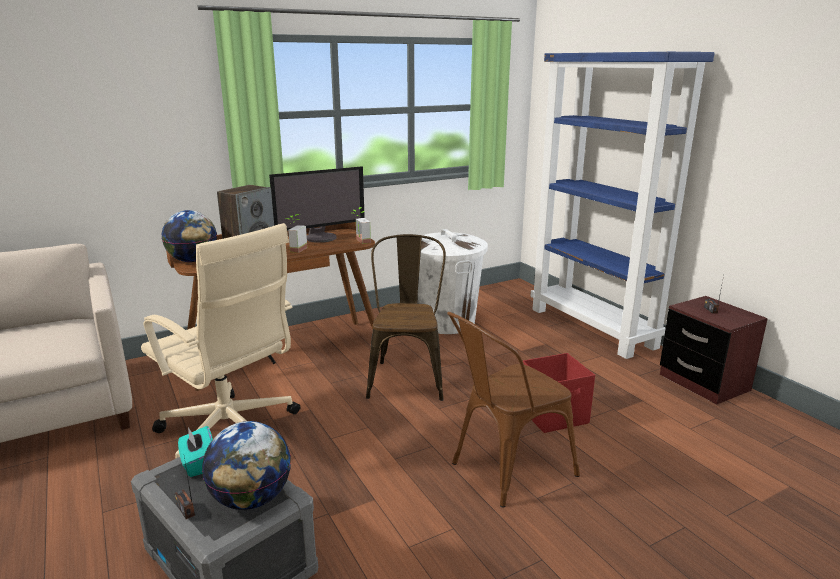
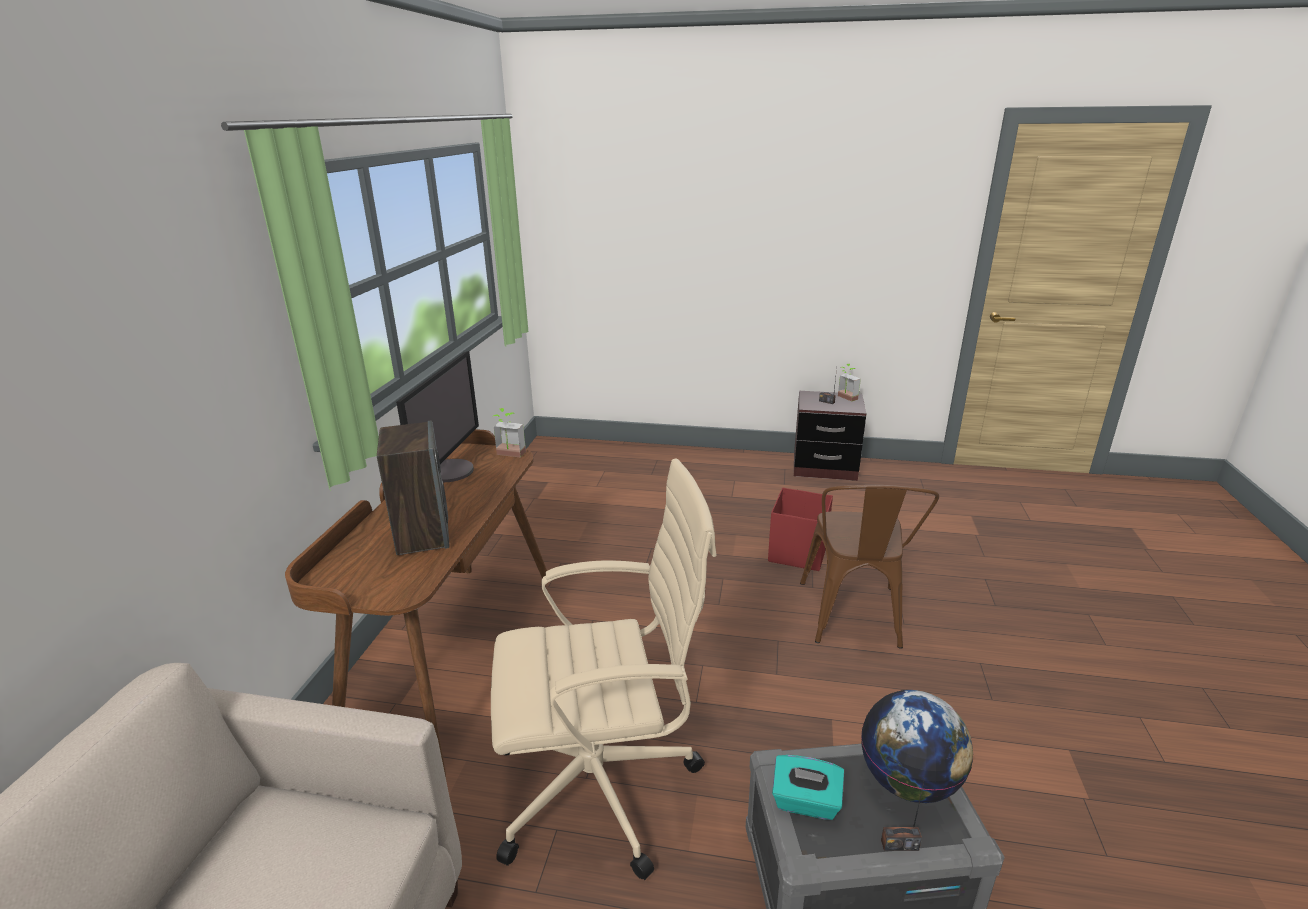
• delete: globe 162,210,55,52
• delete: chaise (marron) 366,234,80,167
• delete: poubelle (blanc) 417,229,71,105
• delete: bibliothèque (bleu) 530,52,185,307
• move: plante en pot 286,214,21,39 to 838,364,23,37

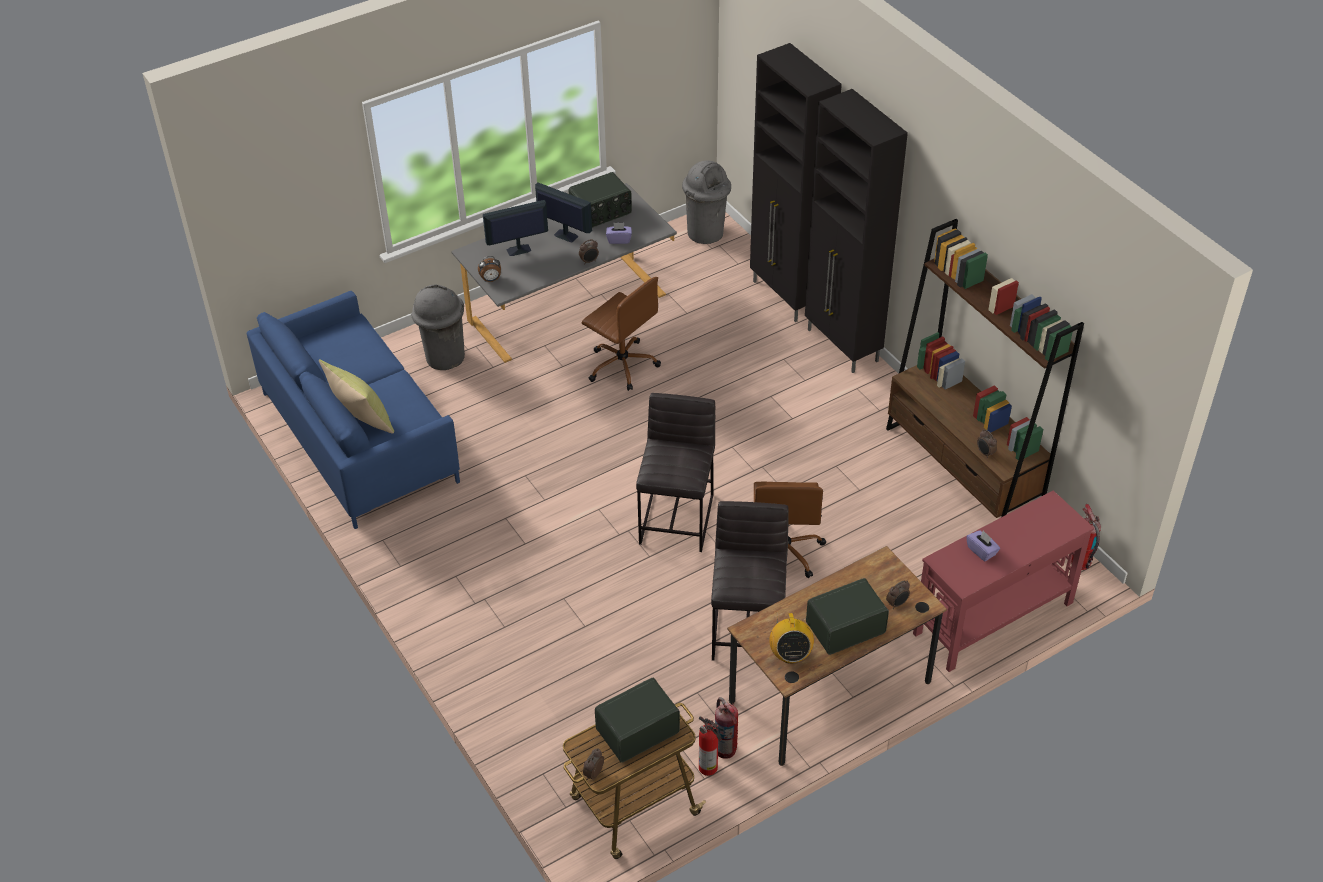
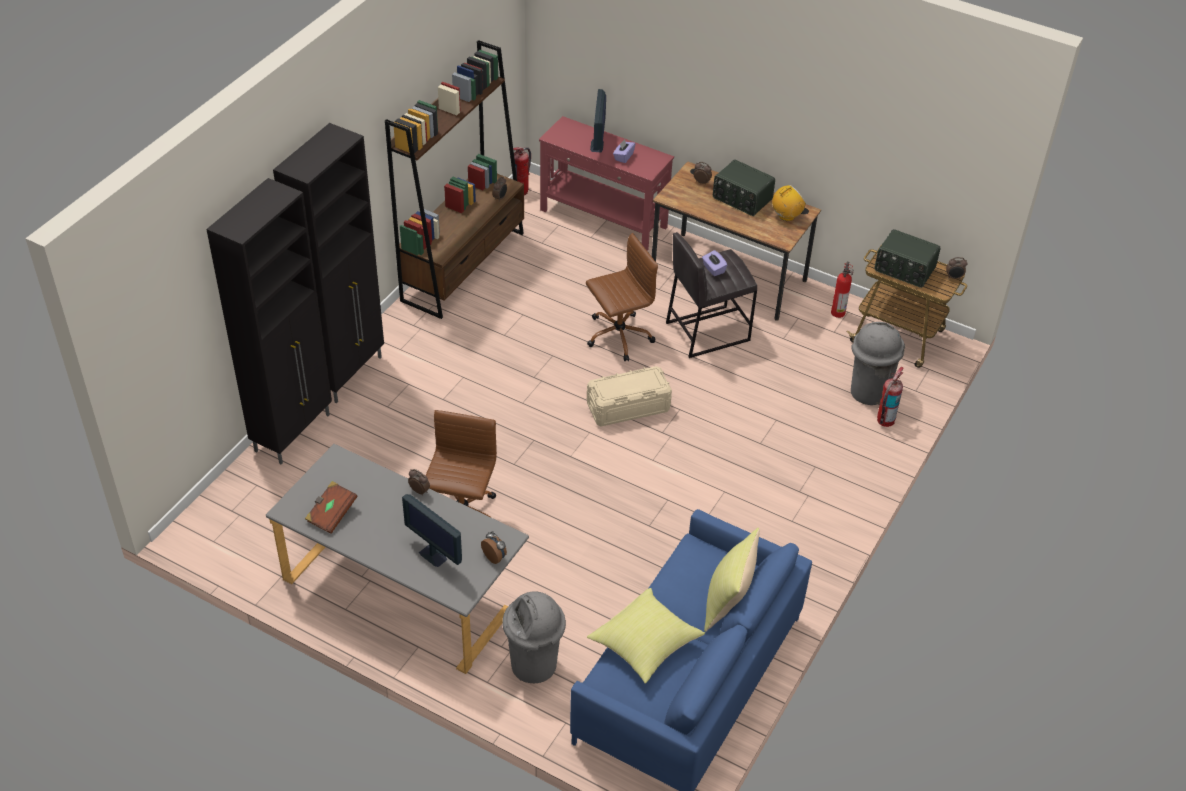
• insert: coussin (jaune) 587,588,118,96
• move: écran d'ordinateur 535,182,57,60 to 590,89,16,63
• move: boîte à mouchoirs (violet) 606,222,26,22 to 702,250,25,26
• move: poubelle (gris) 682,160,49,84 to 851,322,54,83
• move: extincteur 715,697,23,62 to 877,367,27,60
• replace: radio 568,172,64,56 to livre (marron) 305,481,53,53
• replace: tabouret (gris) 636,393,79,159 to boîte de rangement (beige) 587,366,85,61

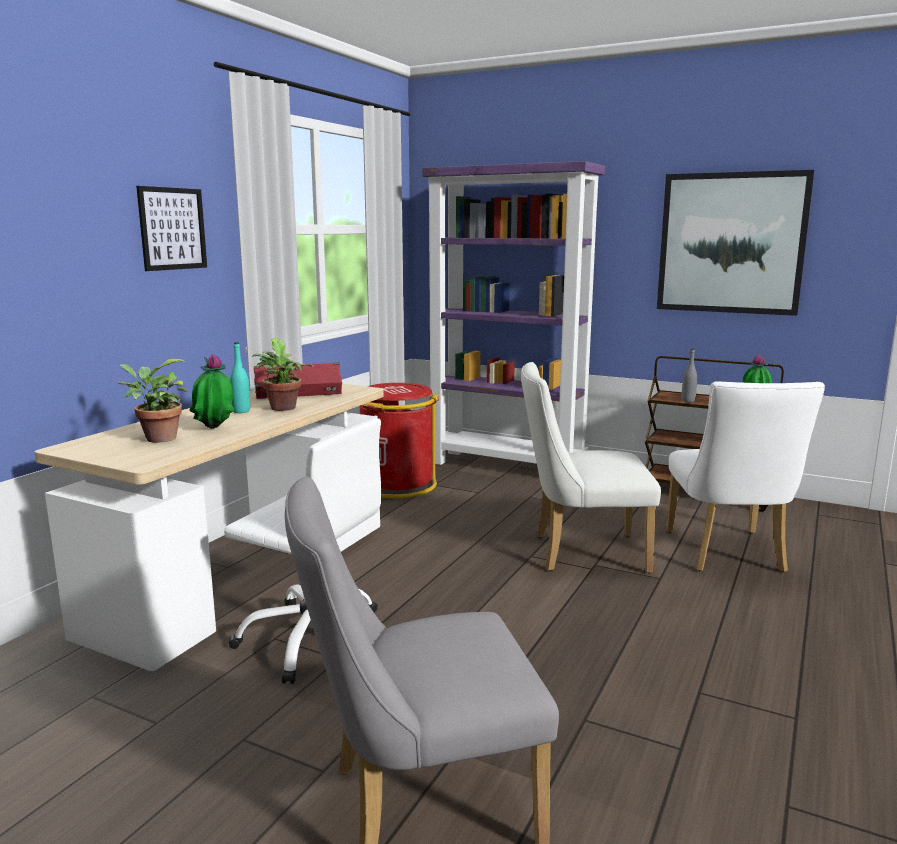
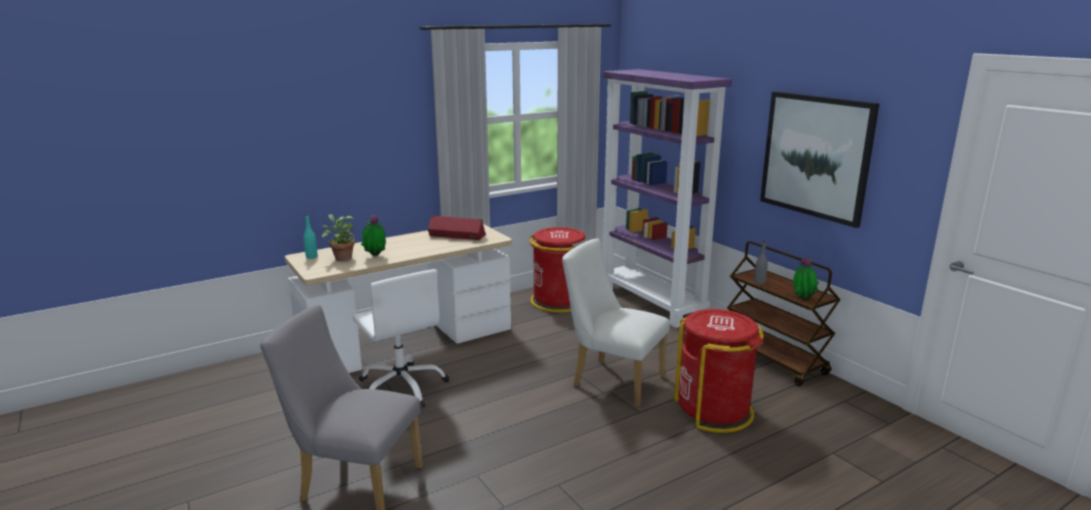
• delete: tableau 136,186,71,85
• delete: plante en pot 252,338,62,73
• move: bouteille (turquoise) 230,342,20,71 to 304,214,13,45
• replace: chaise (blanc) 666,381,159,191 to poubelle (rouge) 674,309,90,124

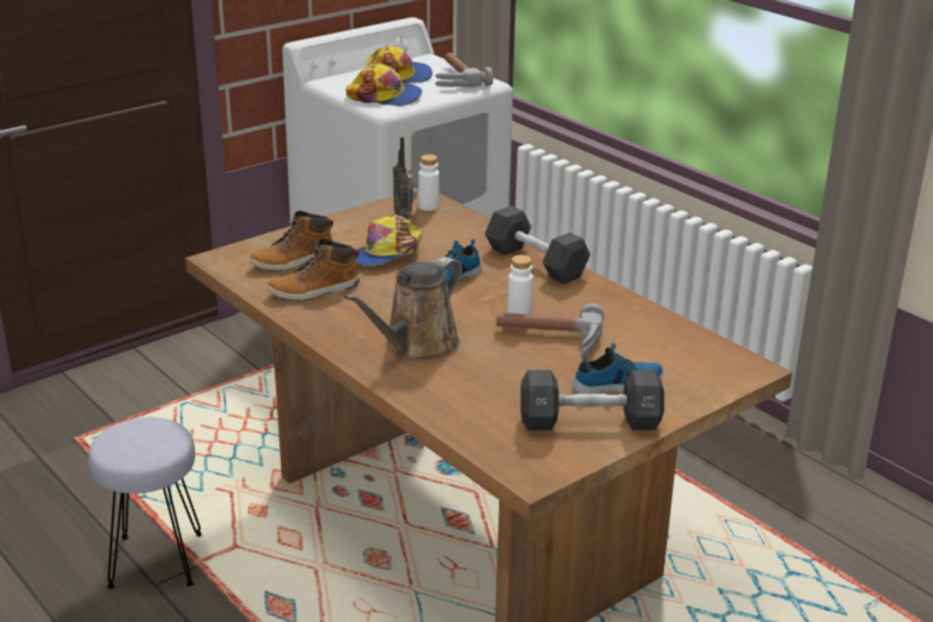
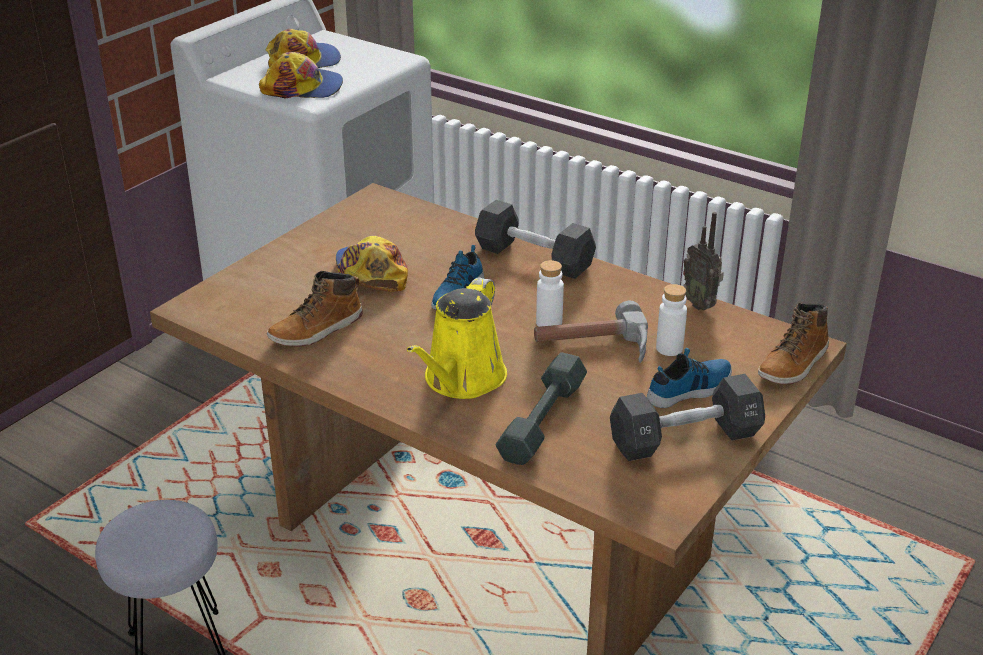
• delete: marteau 435,53,58,34
• insert: haltère (gris) 495,352,92,113
• move: botte 249,210,84,61 to 758,303,71,81
• move: radio 393,137,24,83 to 683,212,41,98
• move: bouteille (blanc) 419,154,20,57 to 656,284,31,72
• recolor: arrosoir (marron) 344,257,118,104 to arrosoir (jaune) 407,277,100,122
• rotate: casquette 355,215,67,51 = 336,236,72,56 135 degrees clockwise

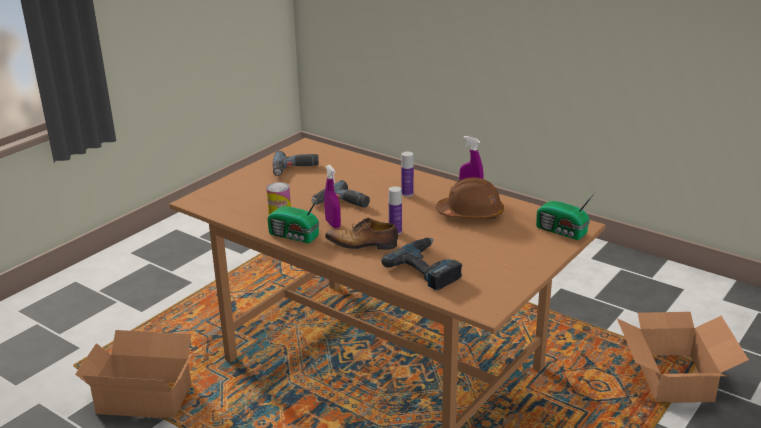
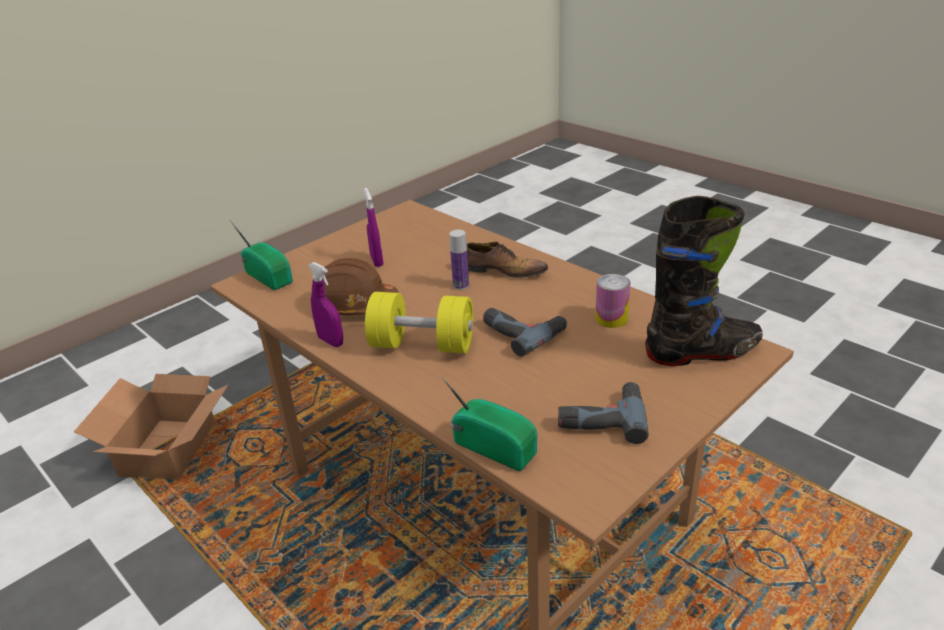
• delete: carton 75,330,121,88
• delete: perceuse 381,238,82,52
• insert: botte (noir) 645,196,118,170
• move: radio 267,193,54,50 to 442,377,95,94
• move: vaporisateur (violet) 324,165,17,63 to 364,188,19,79
• replace: bouteille 401,152,13,45 to haltère (jaune) 365,292,108,62

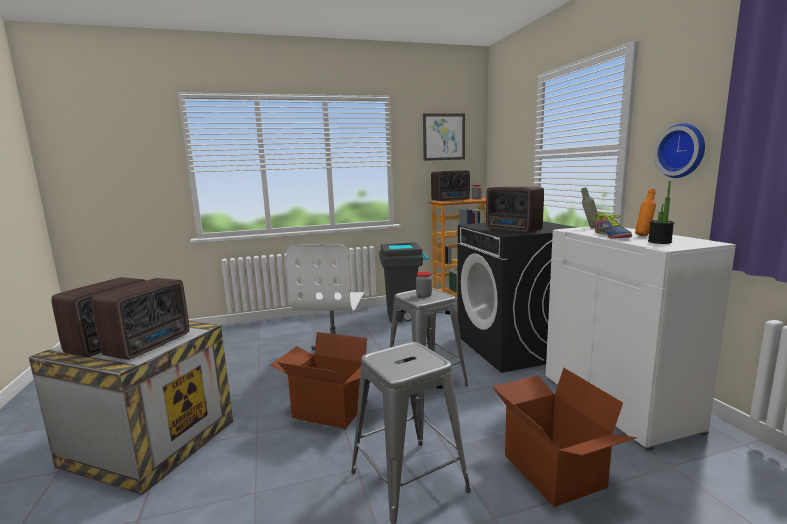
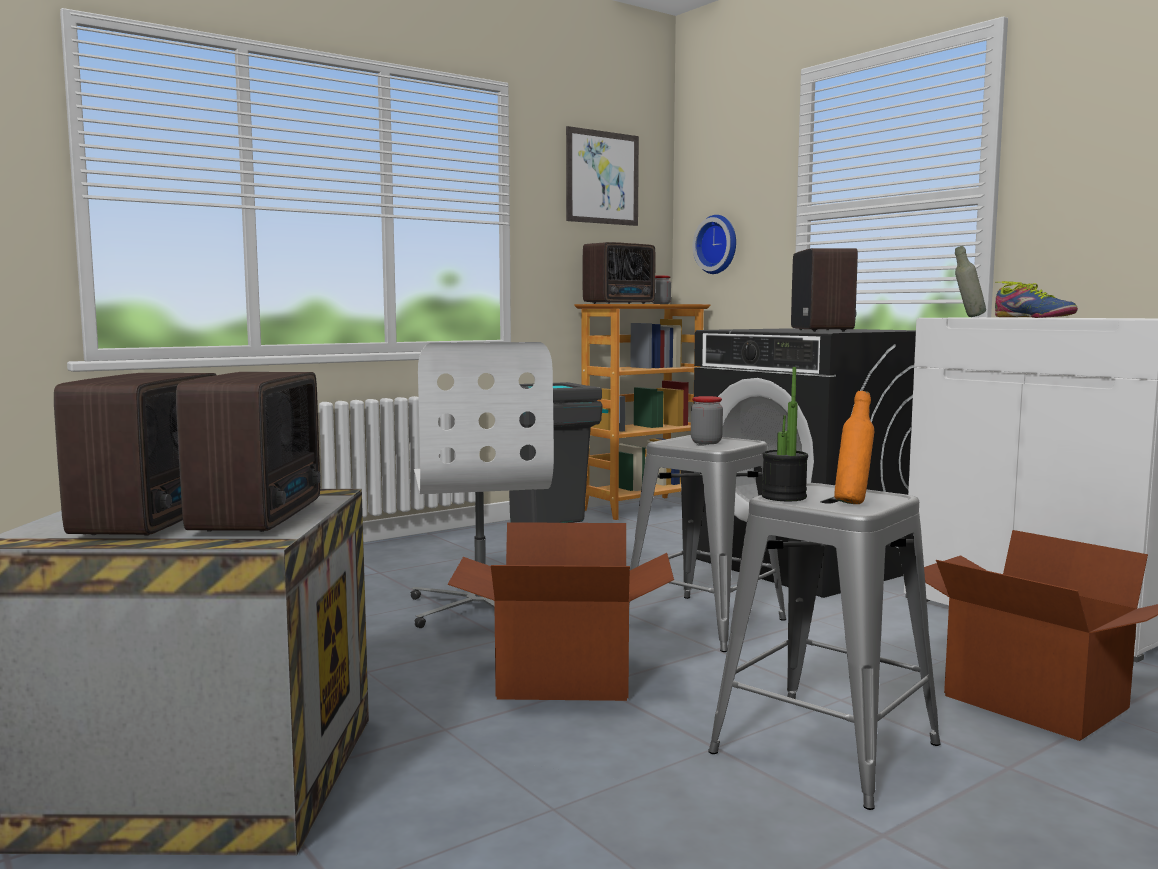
• move: bouteille (orange) 635,189,21,47 to 834,391,40,113
• move: plante en pot 648,181,26,63 to 762,367,46,134
• move: horloge murale 654,123,51,55 to 693,215,43,59
• rotate: radio 486,186,58,47 = 791,248,67,84 120 degrees counterclockwise

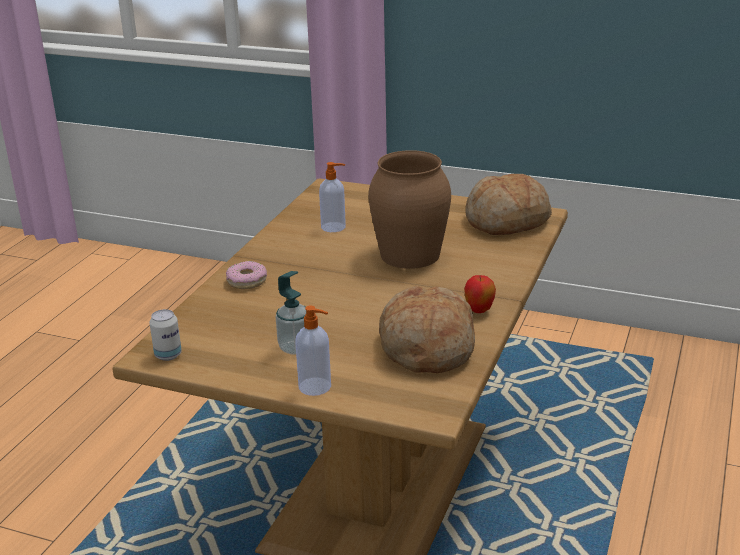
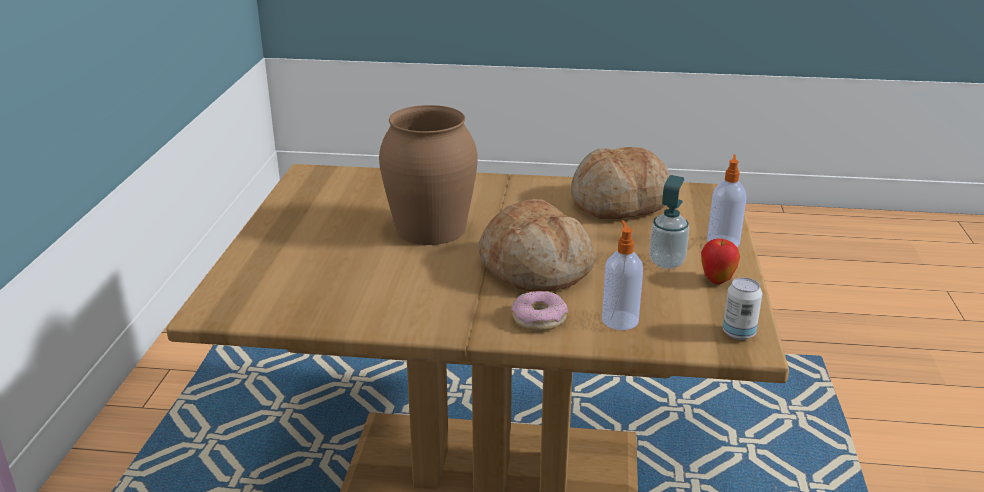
• move: distributeur de savon 319,162,27,70 to 602,220,41,110
• move: pomme 464,275,32,38 to 701,238,39,46
• move: pain 465,174,87,61 to 479,199,116,92

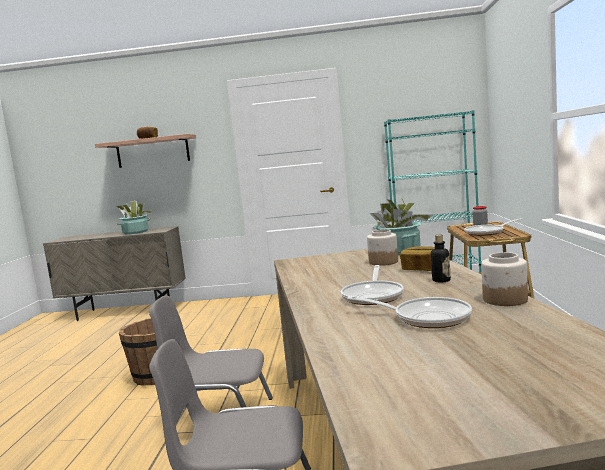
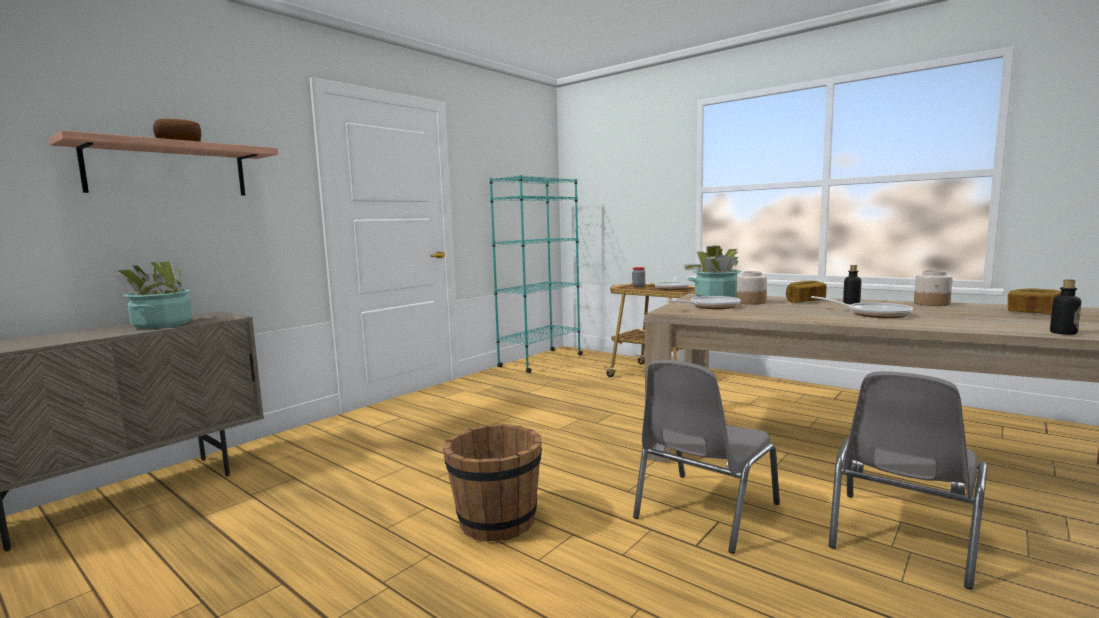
• insert: pain 1008,289,53,25
• insert: bouteille 1050,279,31,56
• move: poêle 347,296,125,32 to 666,296,74,13

